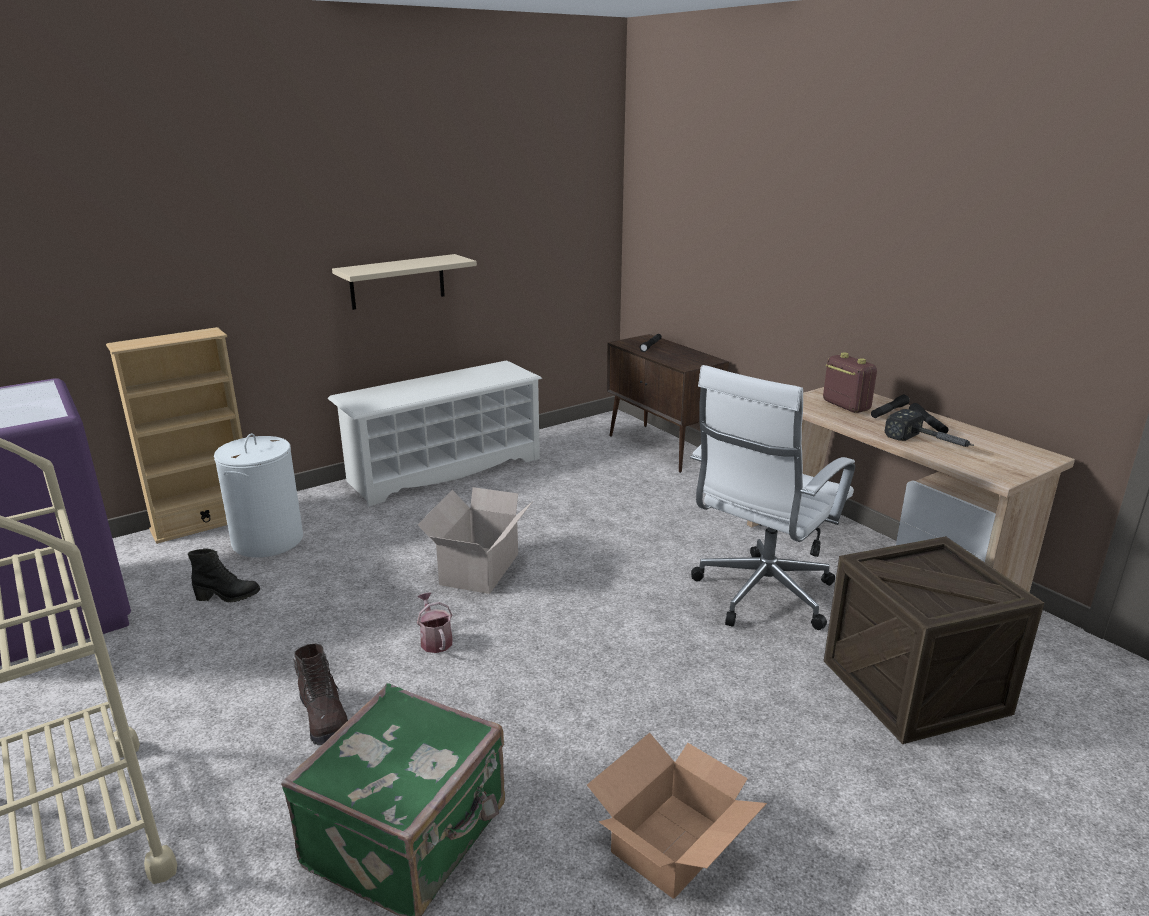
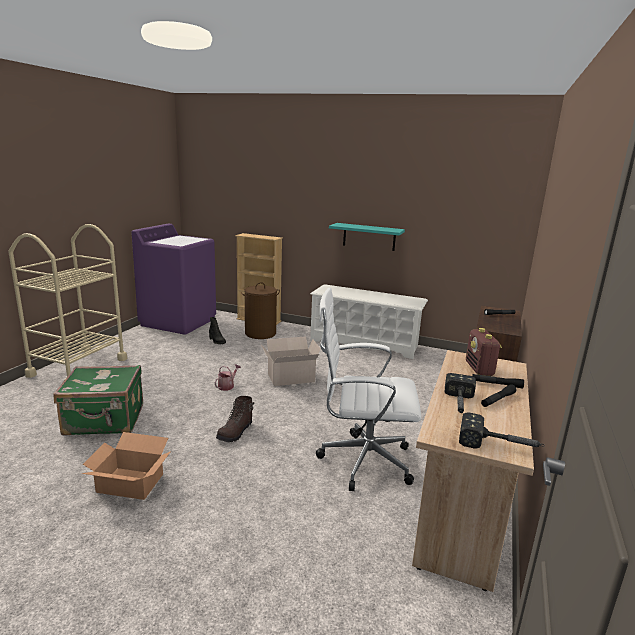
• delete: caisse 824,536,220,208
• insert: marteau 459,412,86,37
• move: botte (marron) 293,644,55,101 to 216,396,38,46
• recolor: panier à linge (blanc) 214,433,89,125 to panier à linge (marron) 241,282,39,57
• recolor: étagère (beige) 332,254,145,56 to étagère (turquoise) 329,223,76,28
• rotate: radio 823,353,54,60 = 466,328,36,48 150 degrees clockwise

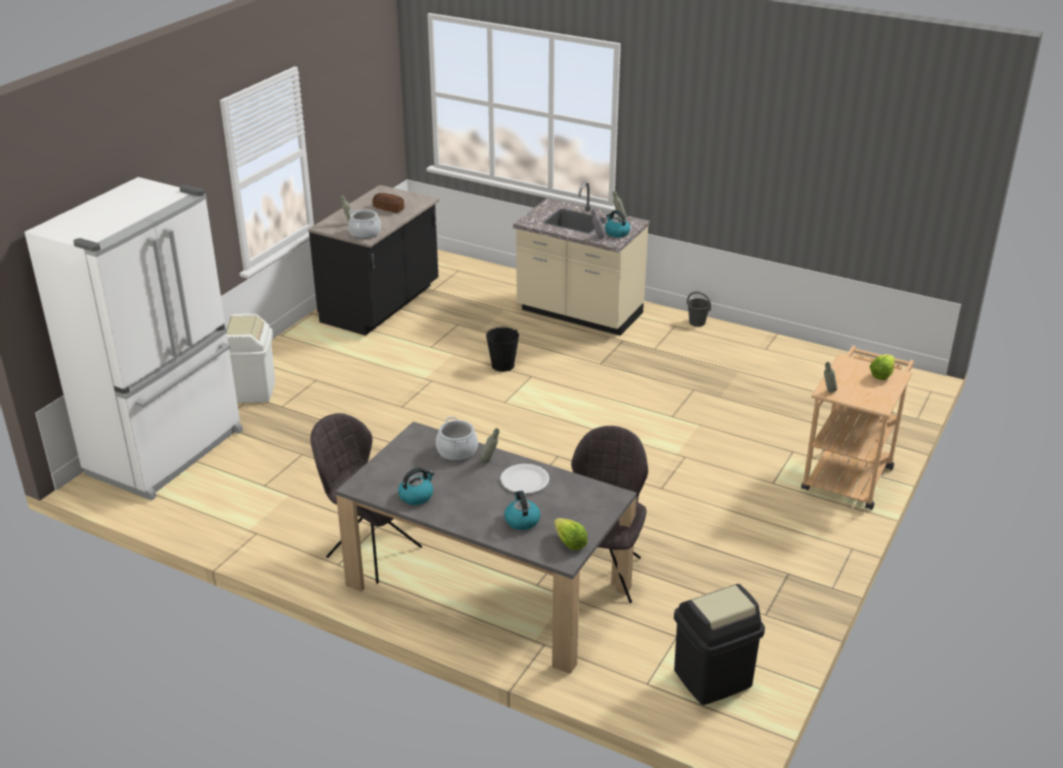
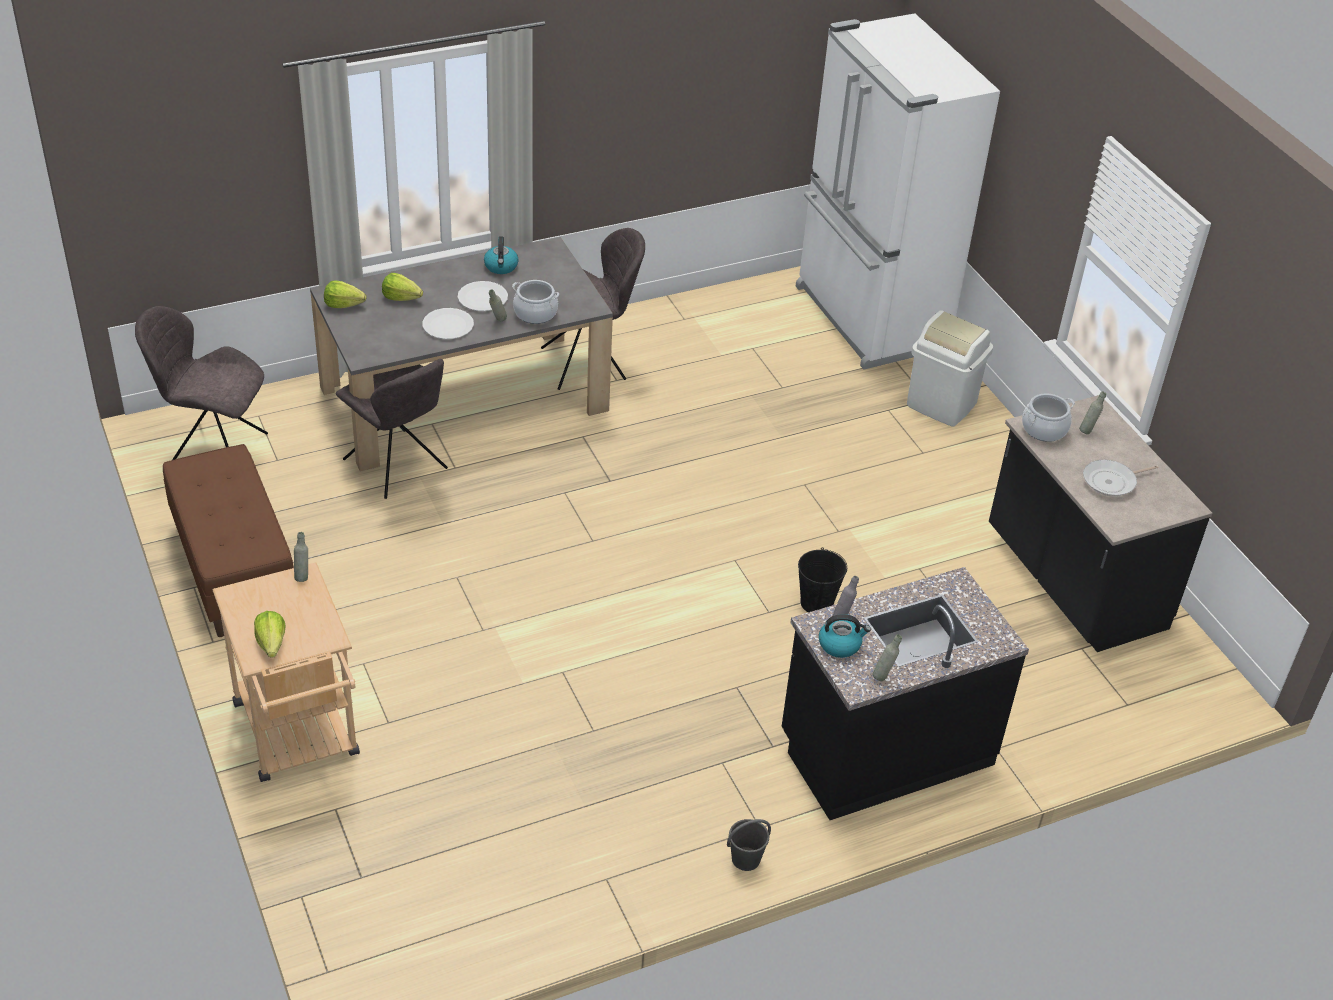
• insert: banc (marron) 163,444,131,193
• insert: assiette (blanc) 458,281,50,30
• replace: pain 373,193,31,20 to poêle 1083,460,75,37
• replace: bouilloire 504,491,36,39 to laitue 382,273,41,28
• replace: poubelle (noir) 674,584,91,121 to chaise (gris) 135,306,133,154
• recolor: comptoir de cuisine (beige) 513,182,137,154 to comptoir de cuisine (noir) 782,567,247,253

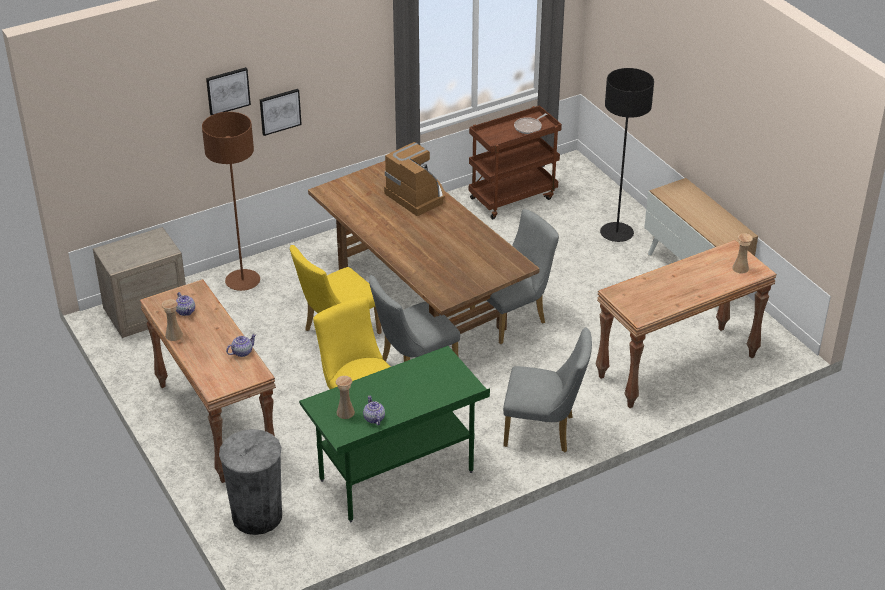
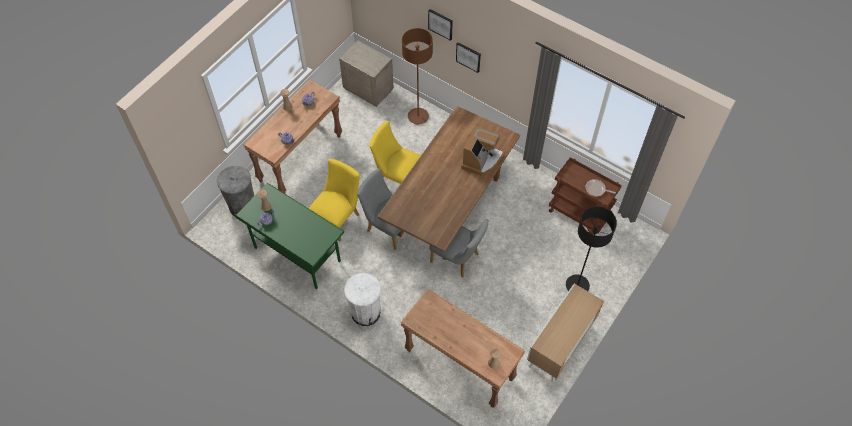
• replace: chaise (gris) 503,327,89,125 to poubelle (blanc) 344,273,37,53

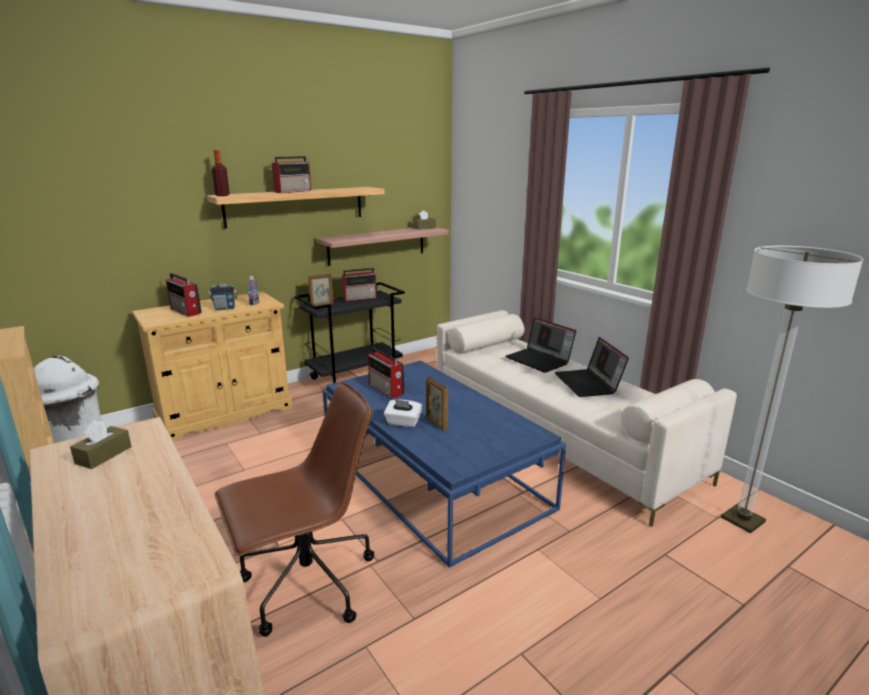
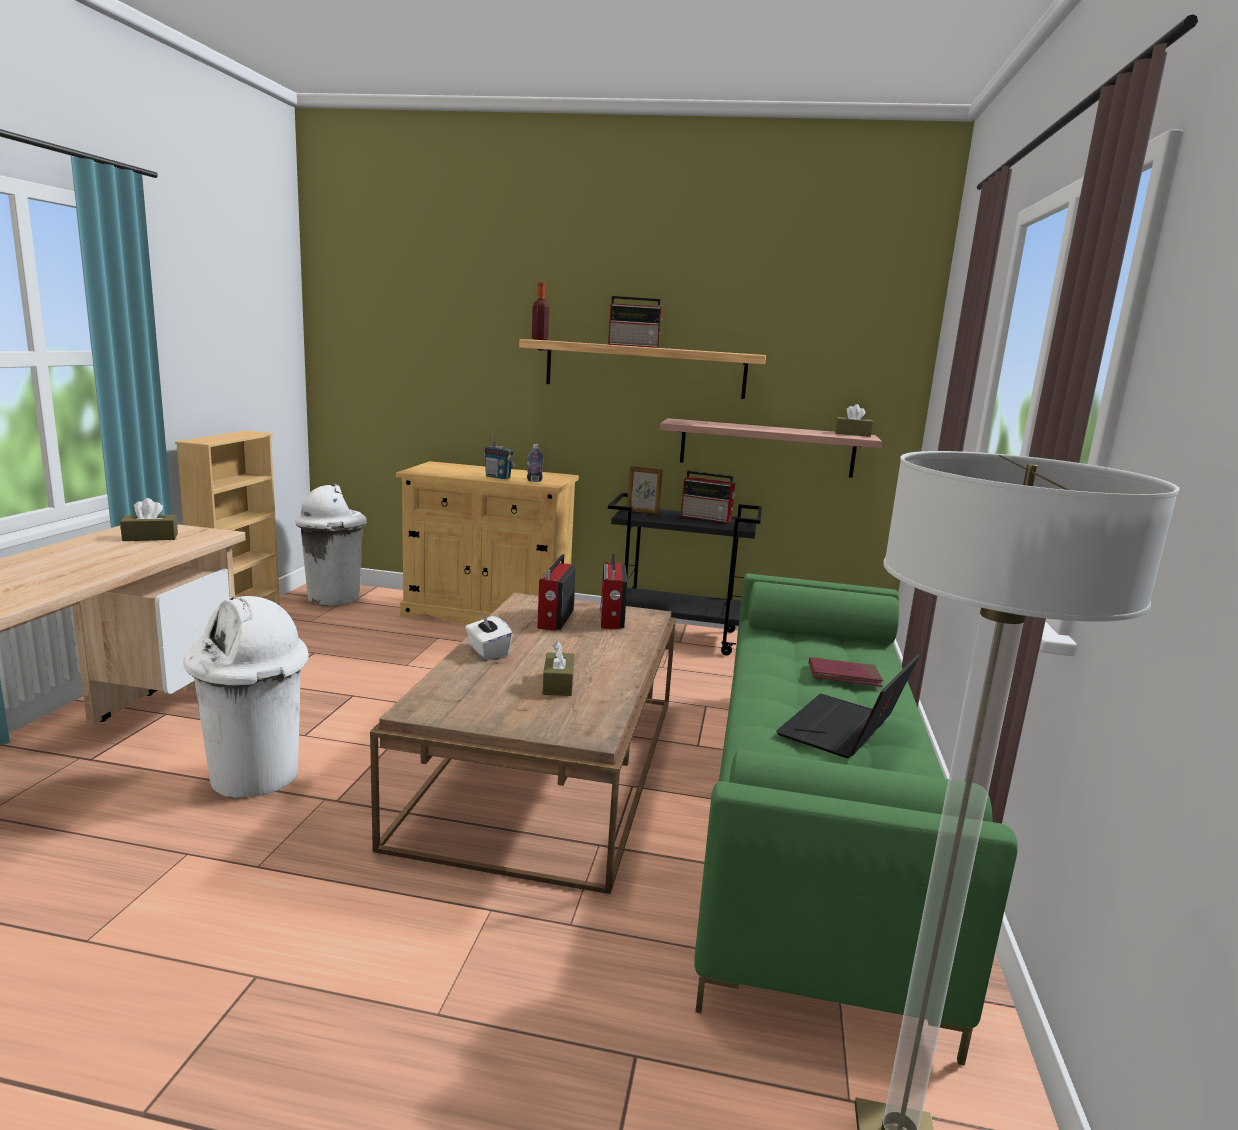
• delete: cadre photo 426,377,22,53
• insert: boîte à mouchoirs (marron) 543,641,31,55
• move: radio 166,273,36,44 to 600,554,27,75
• replace: chaise de bureau (marron) 215,382,159,255 to poubelle (blanc) 184,596,125,202
• replace: ordinateur portable 506,318,70,55 to livre (rouge) 809,657,74,30
• recolor: table basse (bleu) 322,361,244,207 to table basse (marron) 370,593,306,302
• recolor: canapé (beige) 437,310,300,217 to canapé (vert) 694,574,324,492

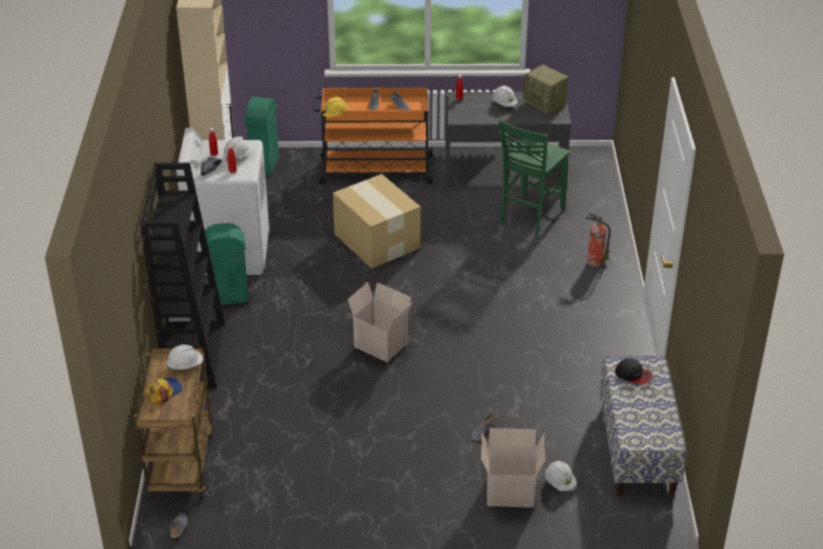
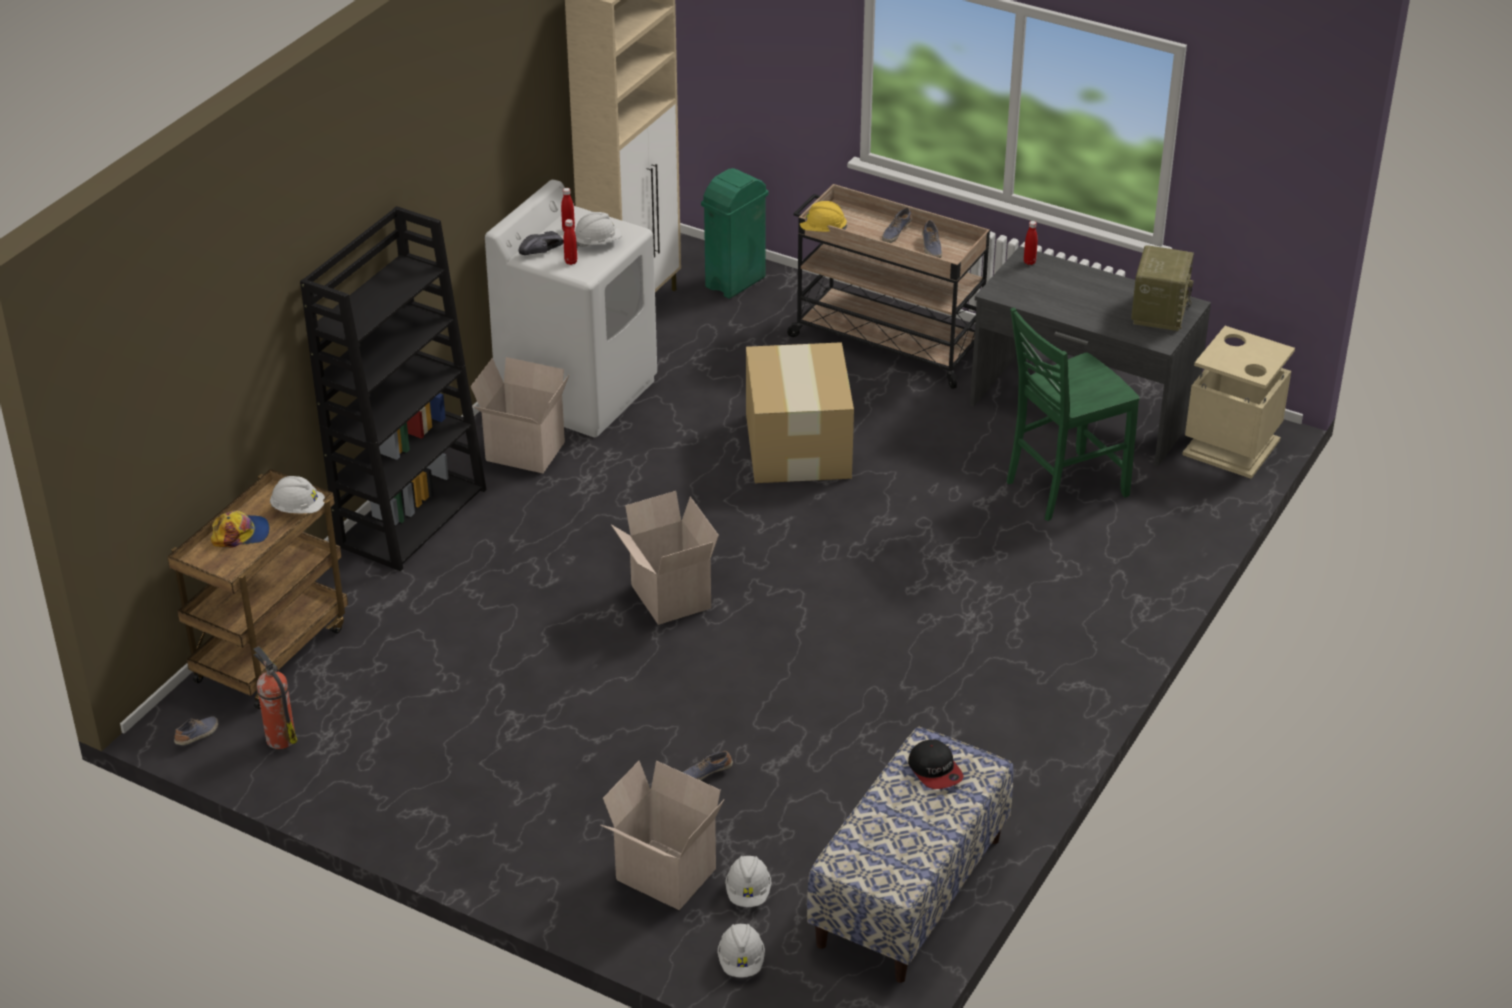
• insert: poubelle (beige) 1182,326,113,153
• move: casque de chantier (blanc) 493,85,25,22 to 717,924,48,54
• move: extincteur 585,212,26,55 to 253,646,45,103
• replace: poubelle (vert) 205,223,44,82 to carton 470,357,100,116
• recolor: chariot (orange) 313,88,122,97 to chariot (beige) 787,184,203,205
• rotate: radio 523,65,45,49 = 1131,245,63,86 150 degrees counterclockwise

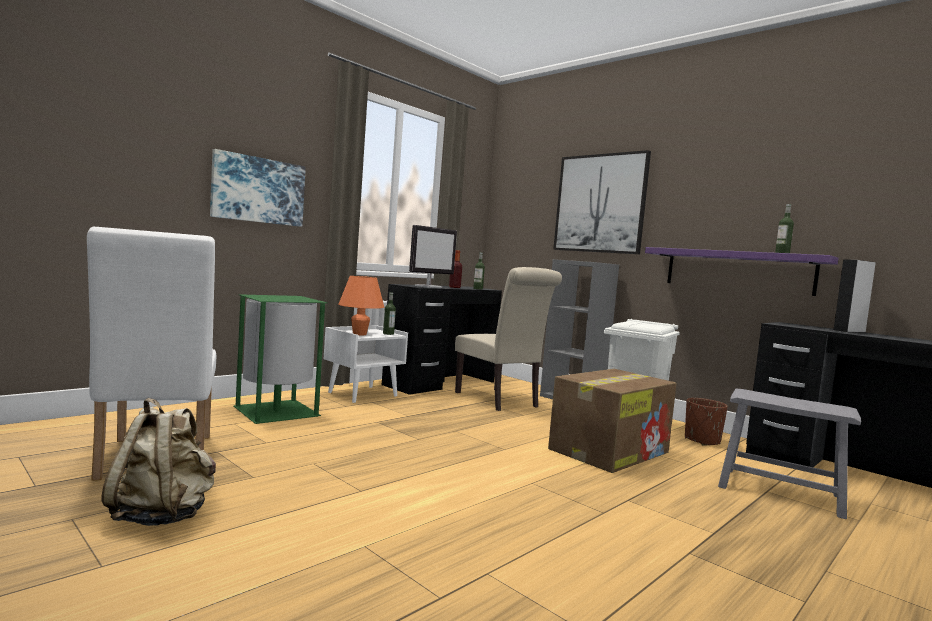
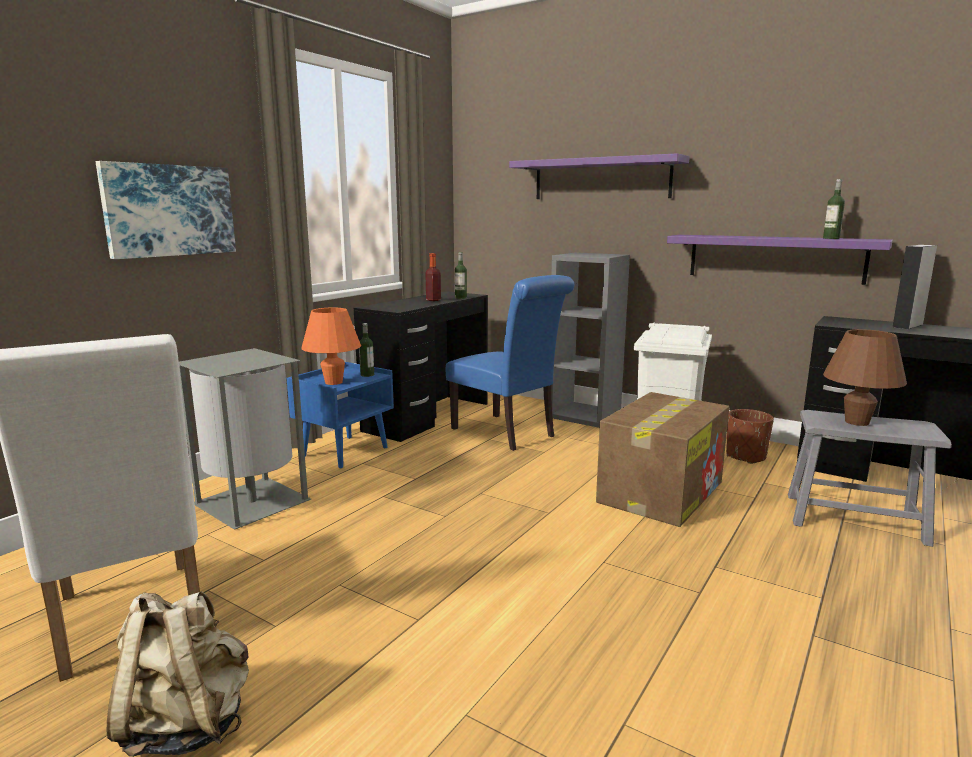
• delete: écran d'ordinateur 409,225,48,63
• insert: lampe de table (marron) 823,329,84,97
• replace: tableau 553,150,98,104 to étagère (violet) 509,153,181,46
• recolor: poubelle (vert) 233,294,94,130 to poubelle (gris) 179,348,132,182
• recolor: table de chevet (blanc) 324,325,84,78 to table de chevet (bleu) 287,362,107,106
• recolor: chaise (beige) 455,267,107,144 to chaise (bleu) 446,275,128,176

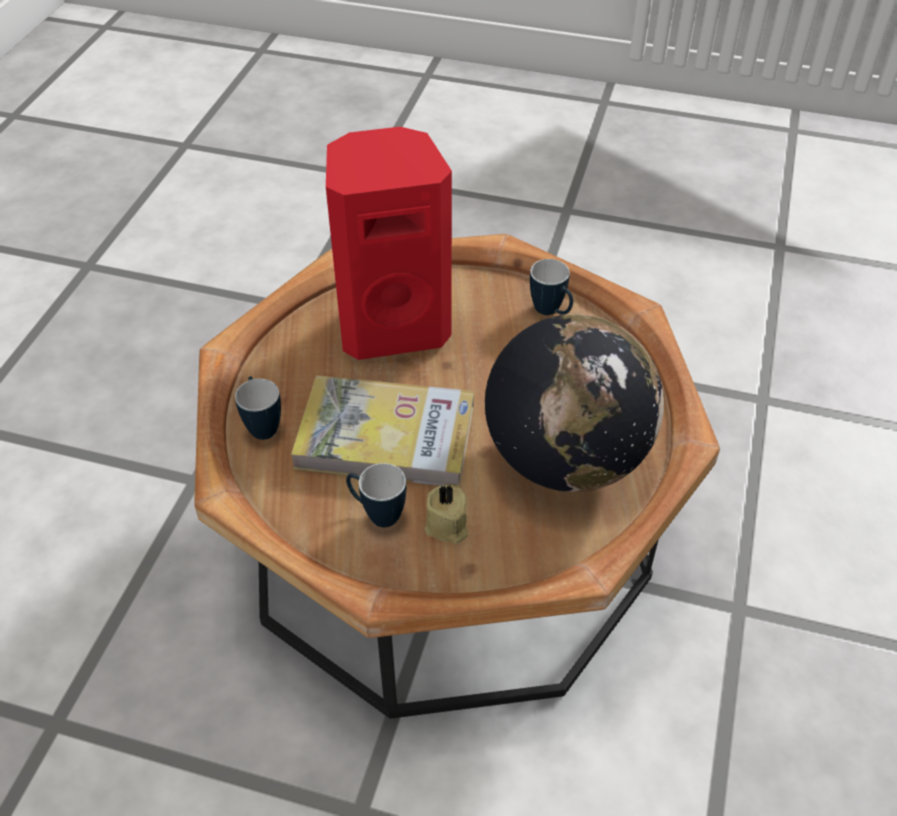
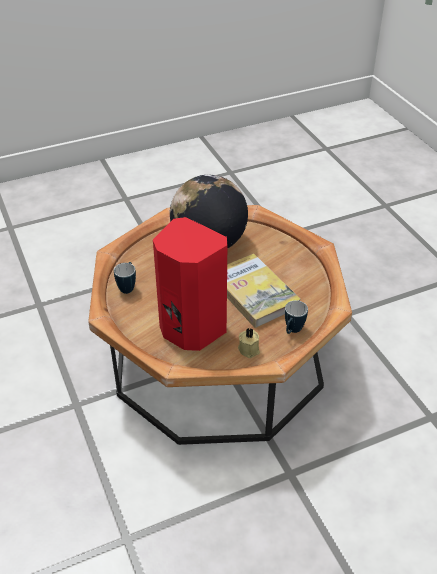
• delete: mug 346,463,60,64
• move: bougie (beige) 425,485,43,59 to 238,328,22,30

